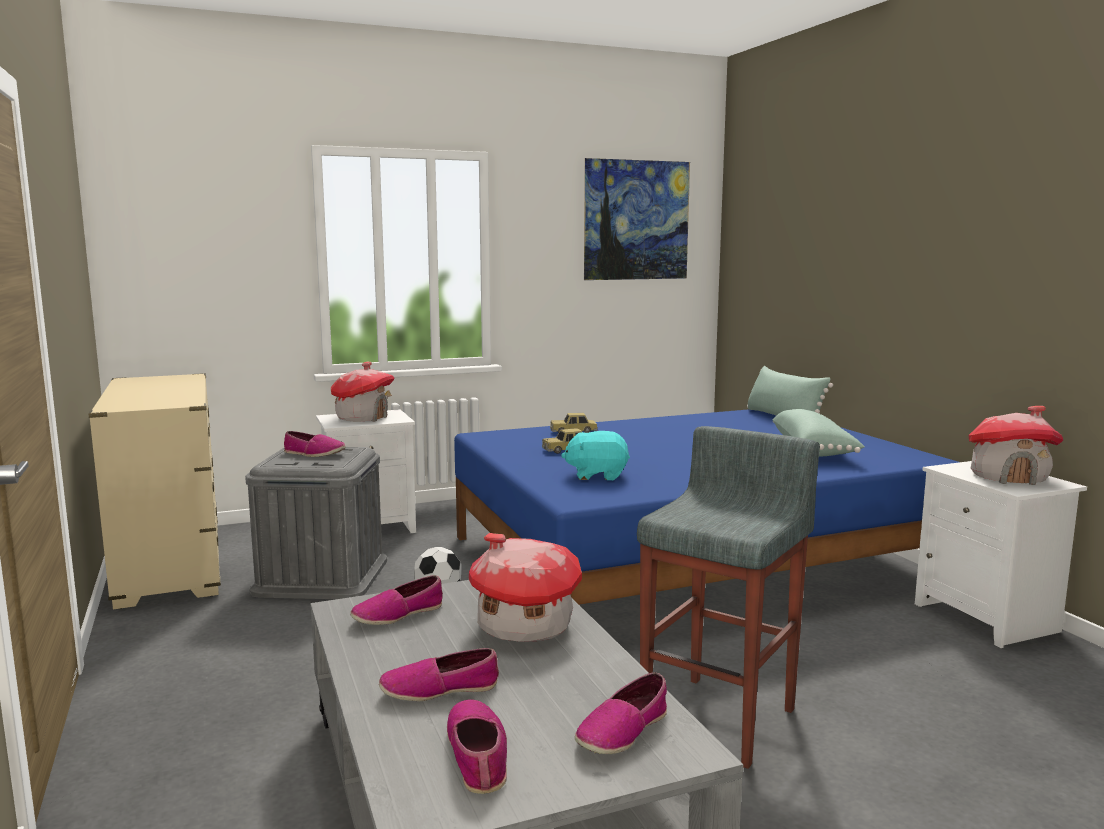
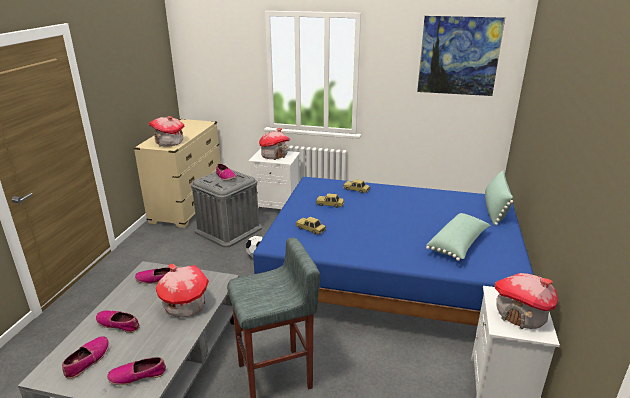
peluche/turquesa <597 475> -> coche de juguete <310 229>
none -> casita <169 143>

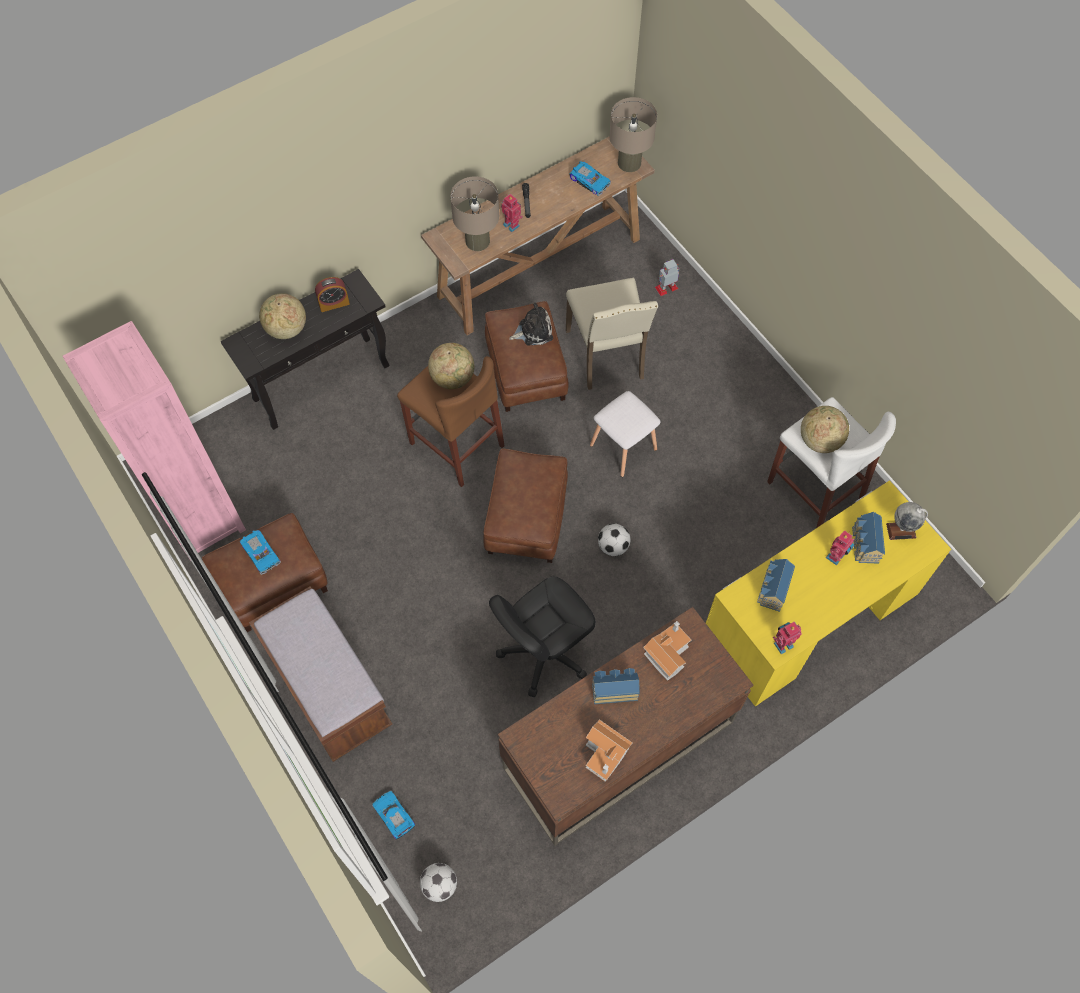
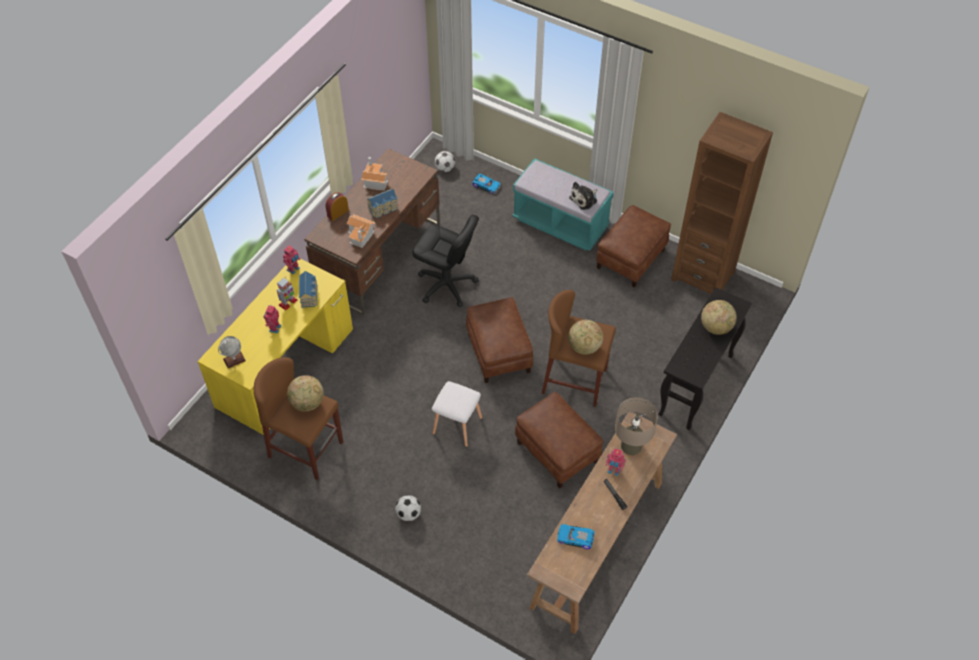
estantería/rosa <201 518> -> estantería/marrón <703 276>
coche de juguete <261 553> -> none
banco/marrón <328 688> -> banco/turquesa <560 224>
despertador <334 303> -> despertador <338 213>, shifted
silla de oficina/negro <544 652> -> silla de oficina/negro <446 285>, 90 degrees clockwise
peluche <533 331> -> peluche <584 199>, shifted
silla/beis <607 355> -> none
balón de fútbol <613 546> -> balón de fútbol <408 514>, shifted
lámpara de mesa/beis <629 163> -> none
robot de juguete <666 287> -> robot de juguete <288 302>, shifted
taburete/blanco <814 490> -> taburete/marrón <306 449>
casita <864 544> -> none

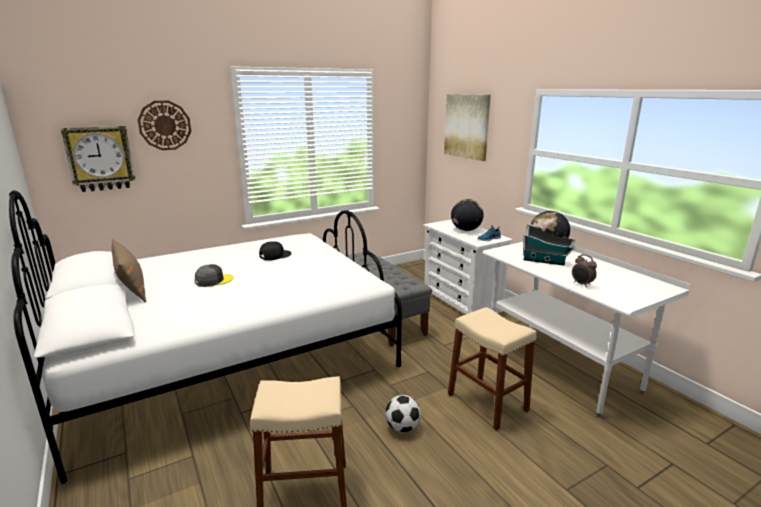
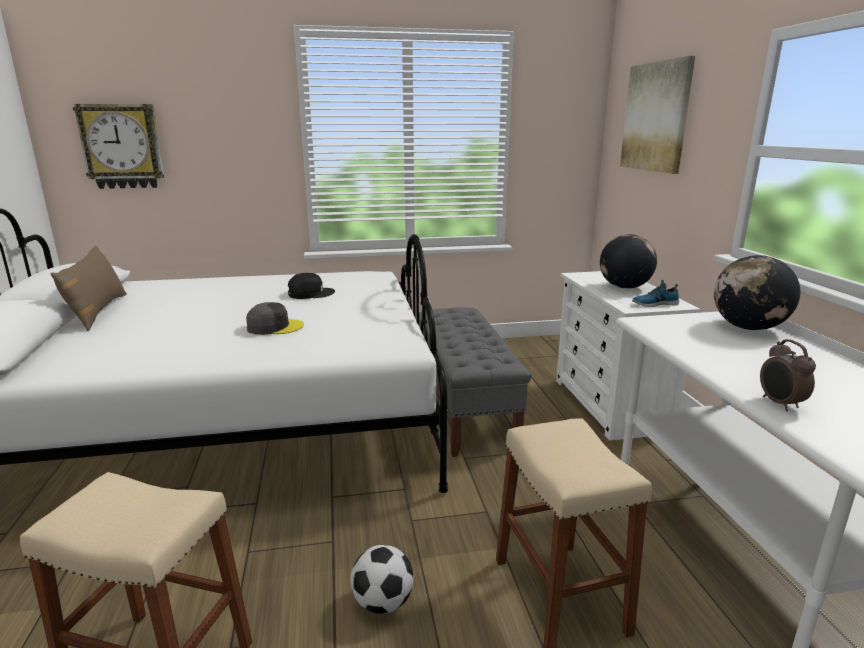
reloj de pared <165 125> -> none
gorra/gris <213 280> -> gorra/gris <274 327>, shifted
casita <545 261> -> none

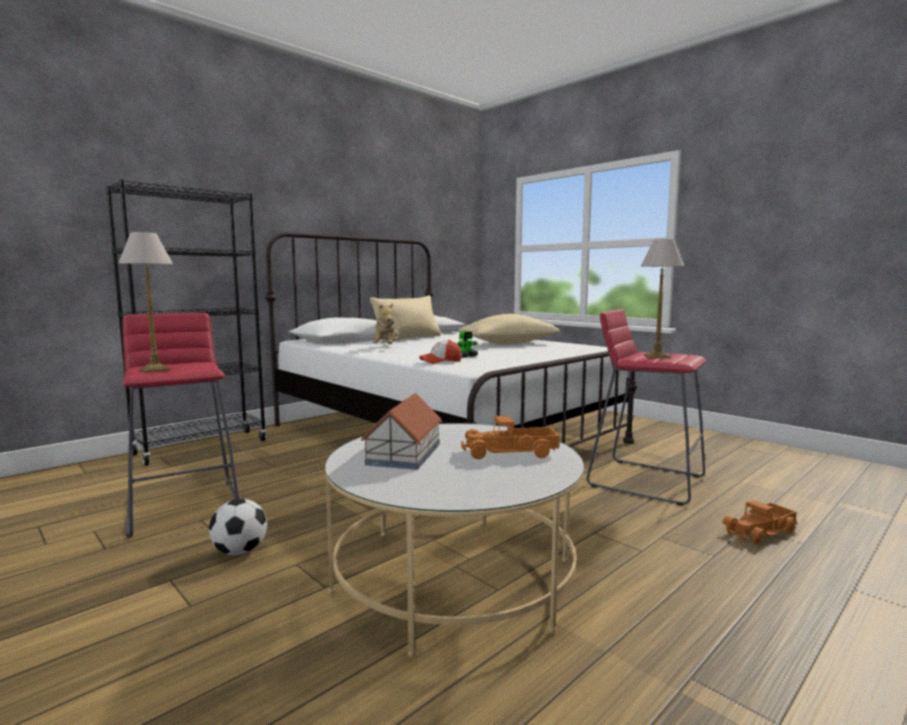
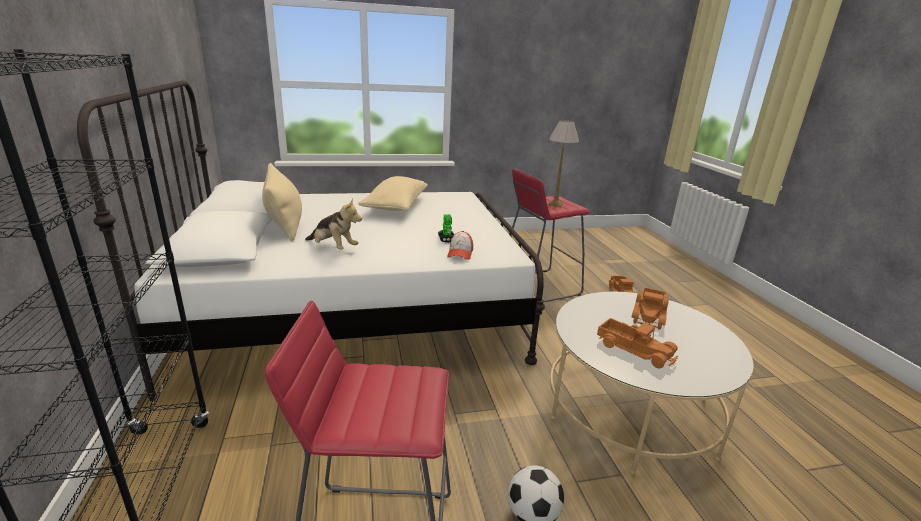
lámpara de mesa <155 369> -> none
casita <405 453> -> camión de juguete <635 349>

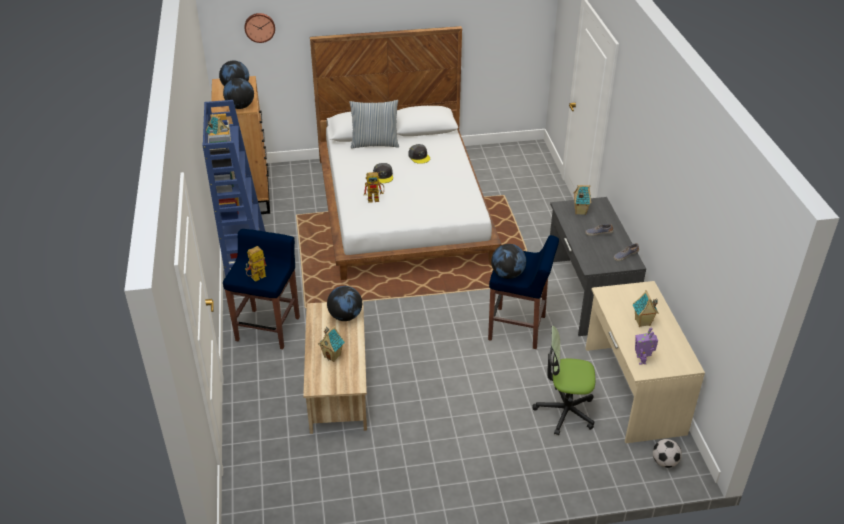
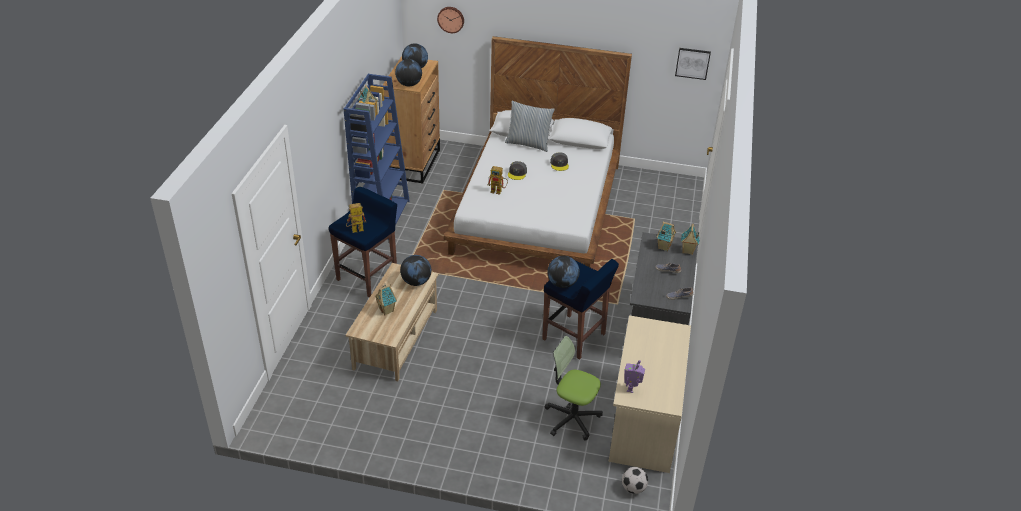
casita <642 323> -> casita <687 251>, shifted
none -> cuadro <692 63>

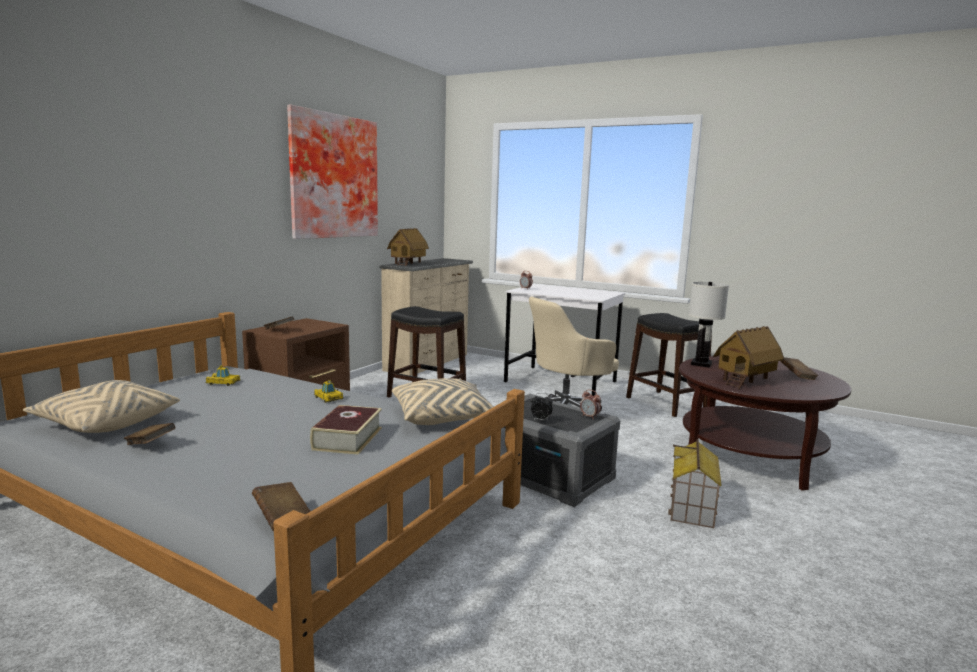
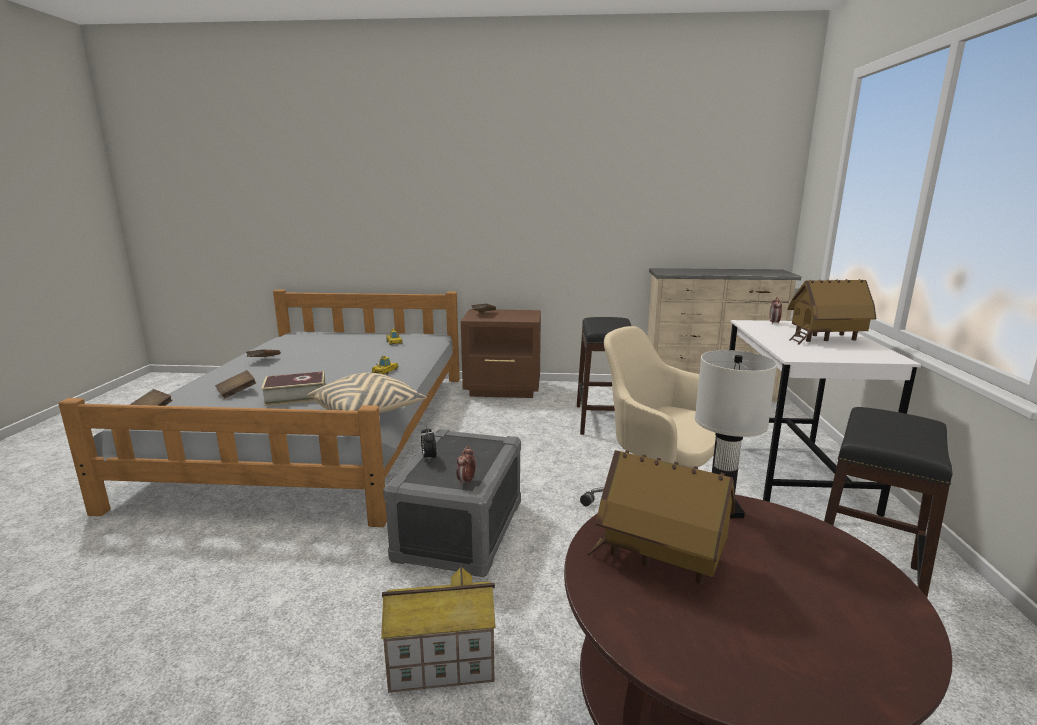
cojín/beis <105 423> -> none
cuadro <332 177> -> none
casita <408 264> -> casita <825 339>, shifted
libro/marrón <797 376> -> libro/marrón <237 392>, shifted

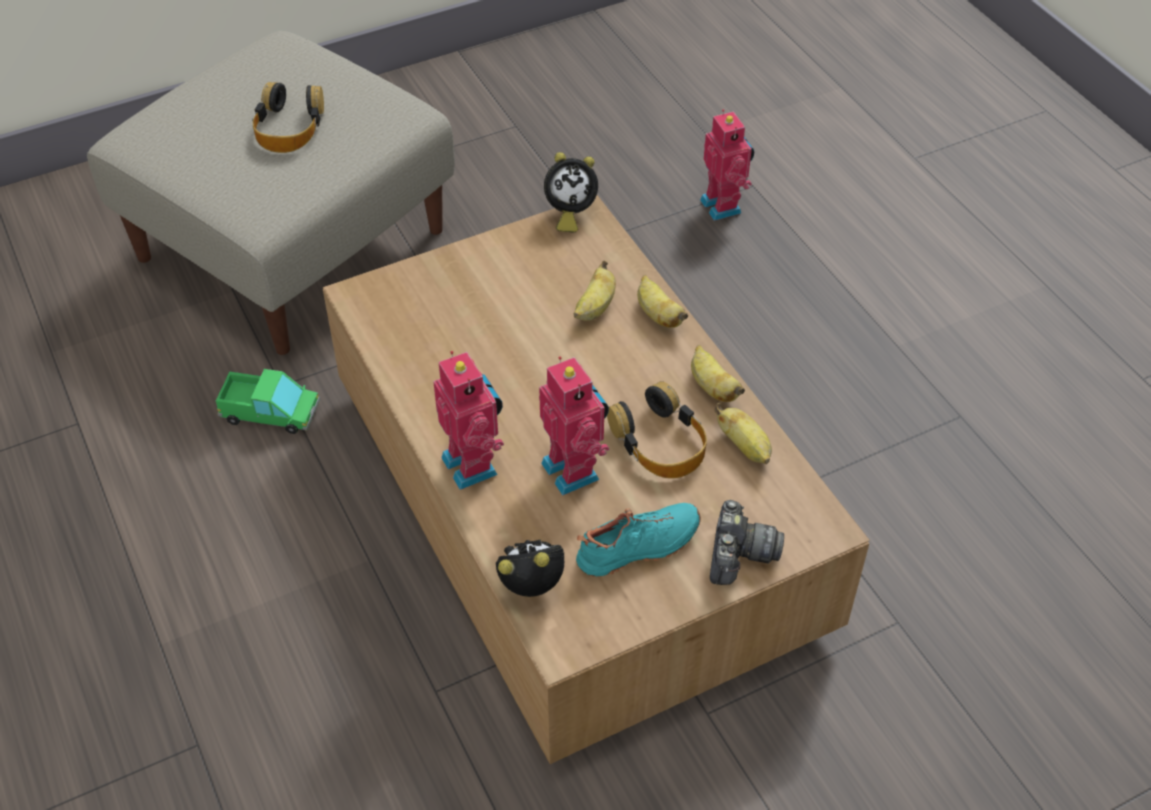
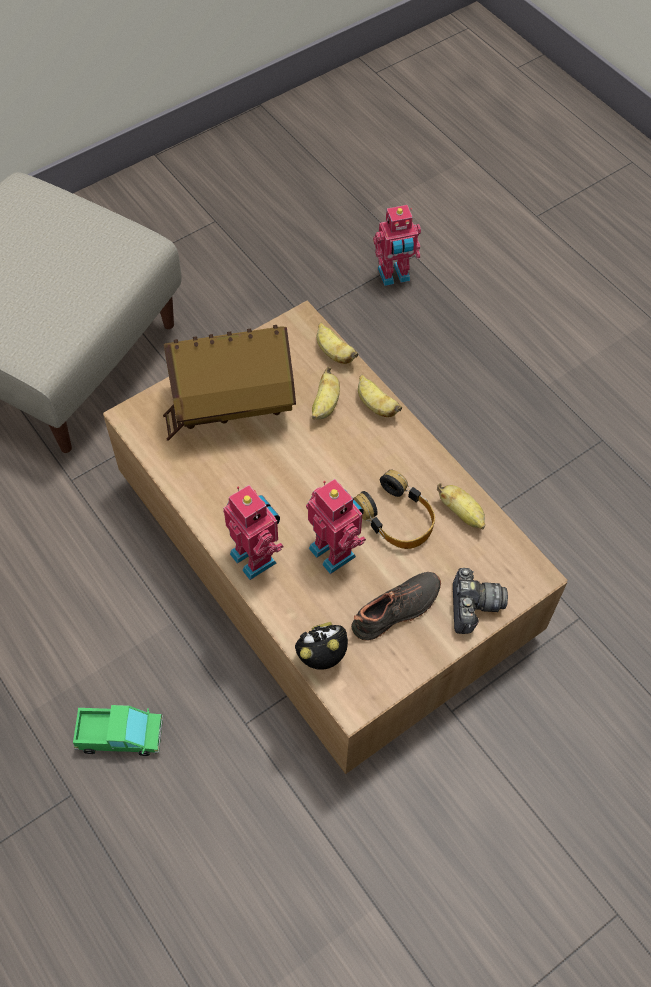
camión de juguete <270 412> -> camión de juguete <120 735>, shifted
auriculares <289 127> -> none
despertador <568 214> -> none
zapato/turquesa <639 548> -> zapato/negro <397 611>
plátano <712 387> -> plátano <334 353>, shifted
robot de juguete <723 205> -> robot de juguete <394 276>, 105 degrees clockwise
none -> casita <231 406>

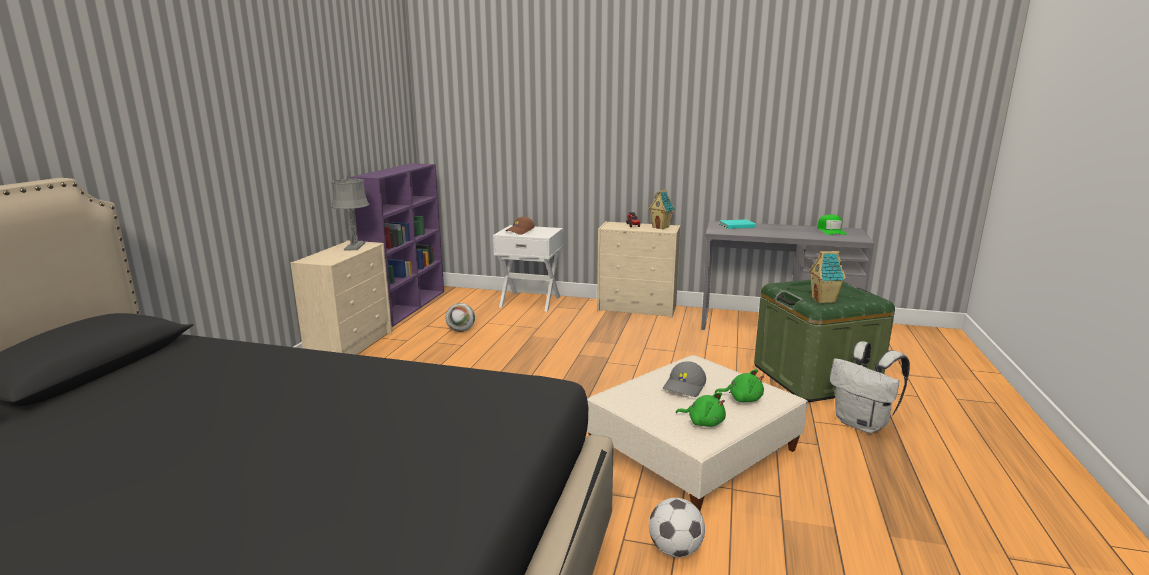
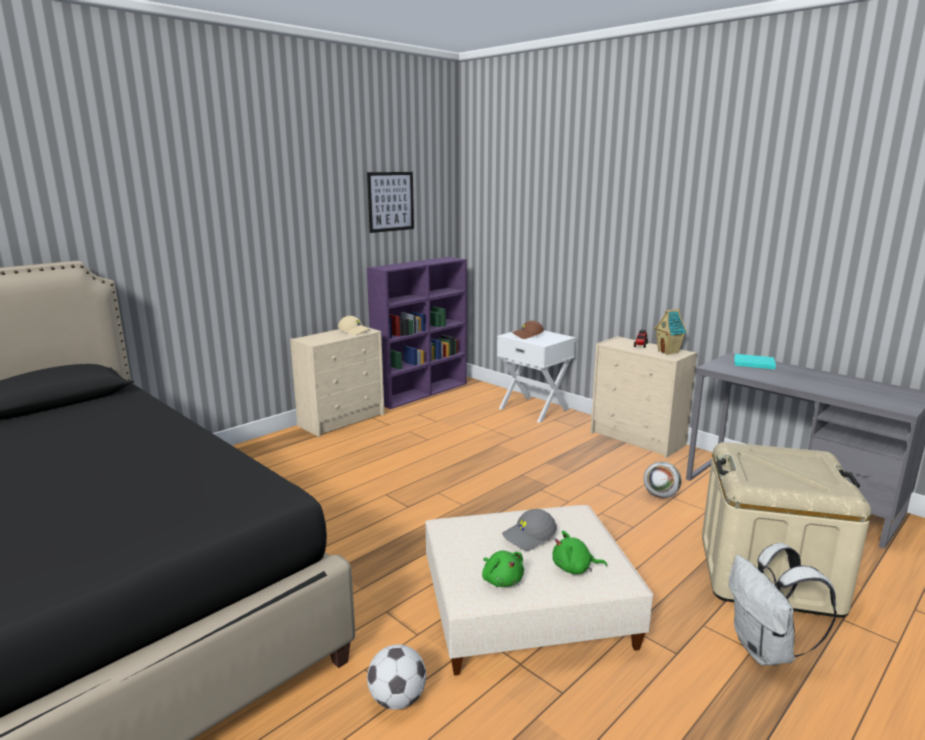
lámpara de mesa/gris <354 246> -> gorra/beis <354 331>
balón de fútbol <461 330> -> balón de fútbol <660 495>, shifted
peluche/verde <742 399> -> peluche/verde <574 568>, 135 degrees clockwise
caja de almacenaje/verde <814 377> -> caja de almacenaje/beis <768 574>
casita <824 300> -> none
gorra/verde <831 231> -> none
none -> cuadro <391 201>

